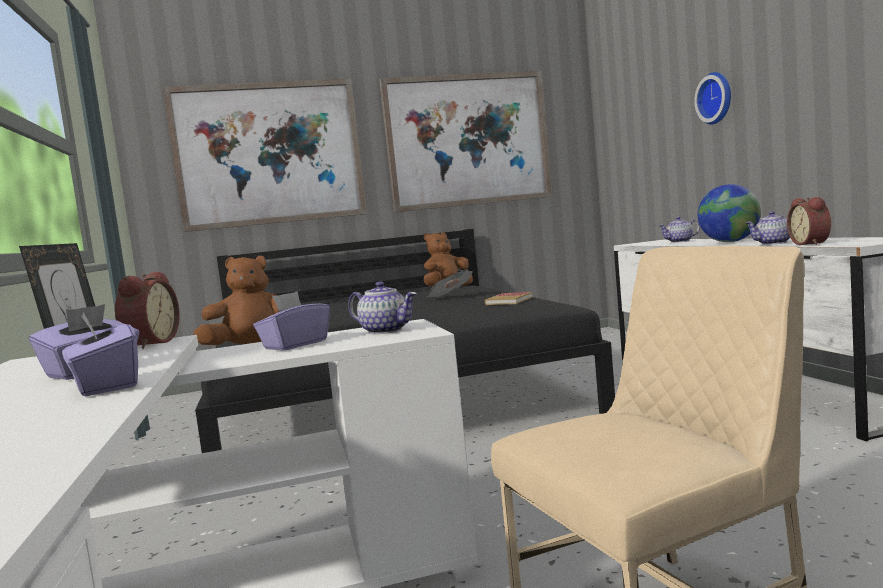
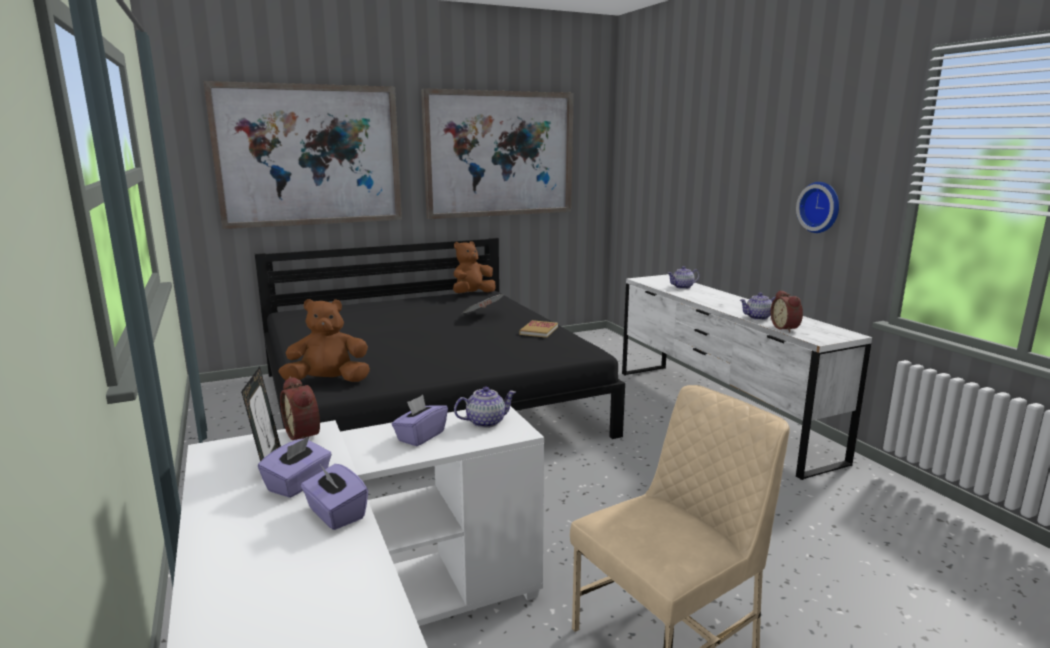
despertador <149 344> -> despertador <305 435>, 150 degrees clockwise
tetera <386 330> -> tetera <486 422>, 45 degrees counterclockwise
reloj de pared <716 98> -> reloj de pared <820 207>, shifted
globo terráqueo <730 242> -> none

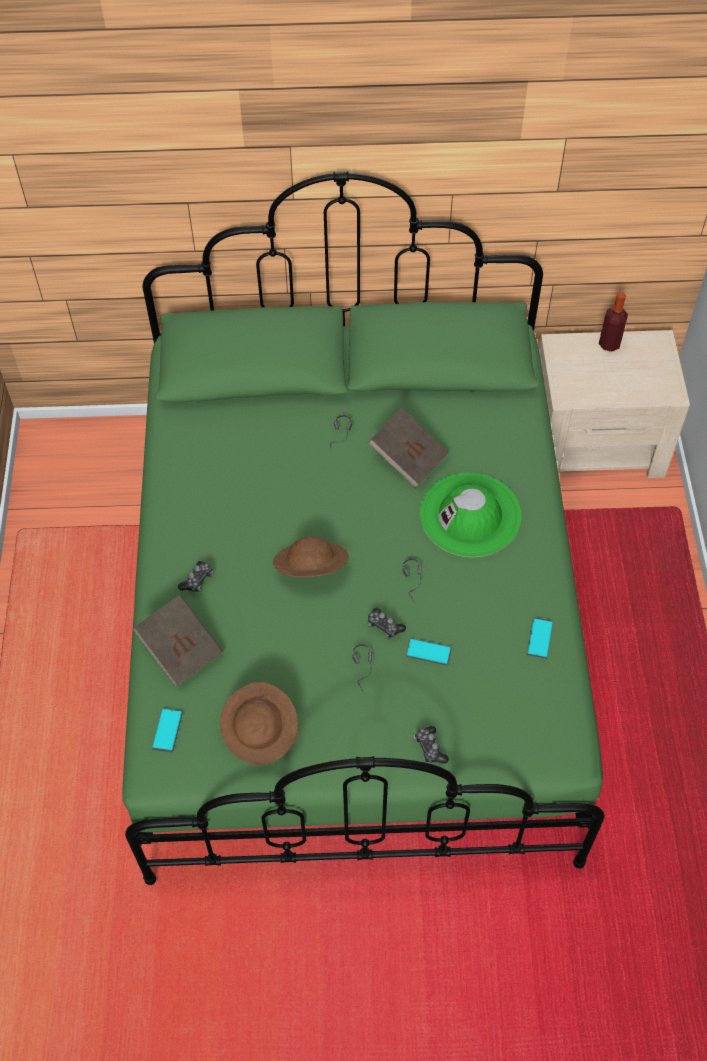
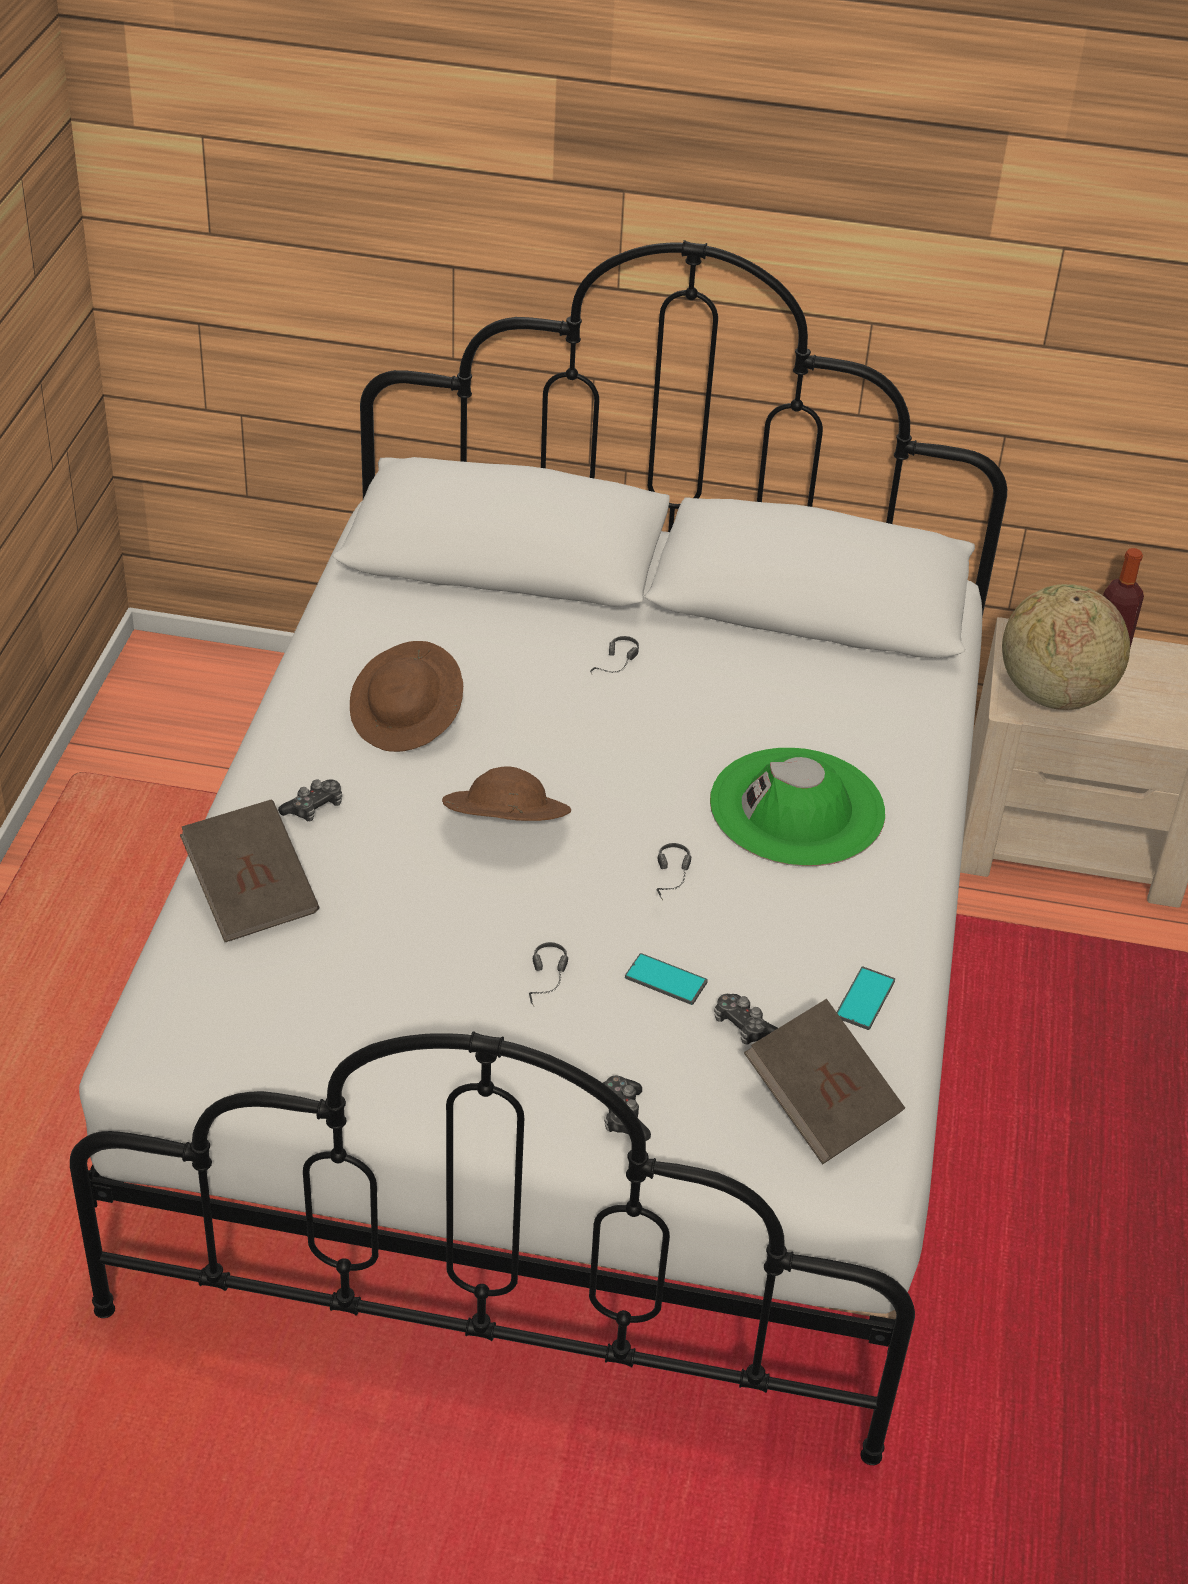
cama/verde <355 620> -> cama/blanco <583 1005>
móvil <167 730> -> none
sombrero/marrón <261 732> -> sombrero/marrón <407 720>, shifted
mando de consola <384 626> -> mando de consola <743 1026>, shifted
libro/marrón <408 458> -> libro/marrón <821 1103>, shifted
none -> globo terráqueo <1053 695>

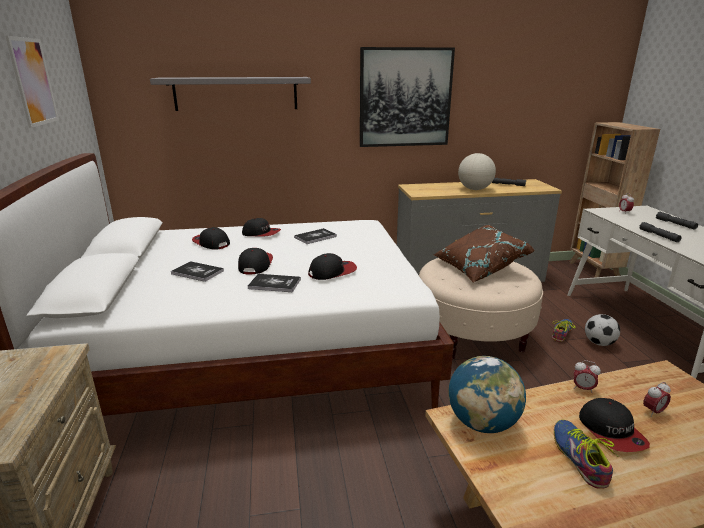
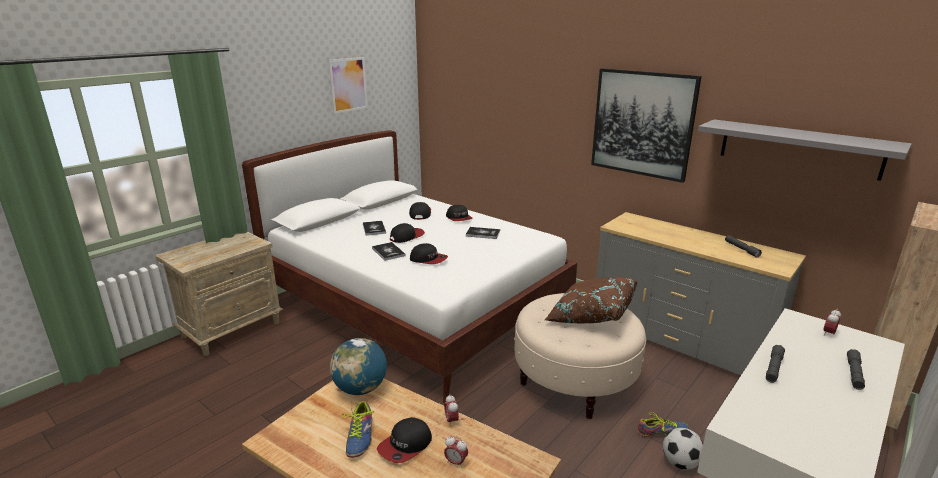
estante/gris <236 93> -> estante/gris <799 148>, shifted
globo terráqueo <474 189> -> none
zapato <578 457> -> zapato <360 436>, 135 degrees clockwise

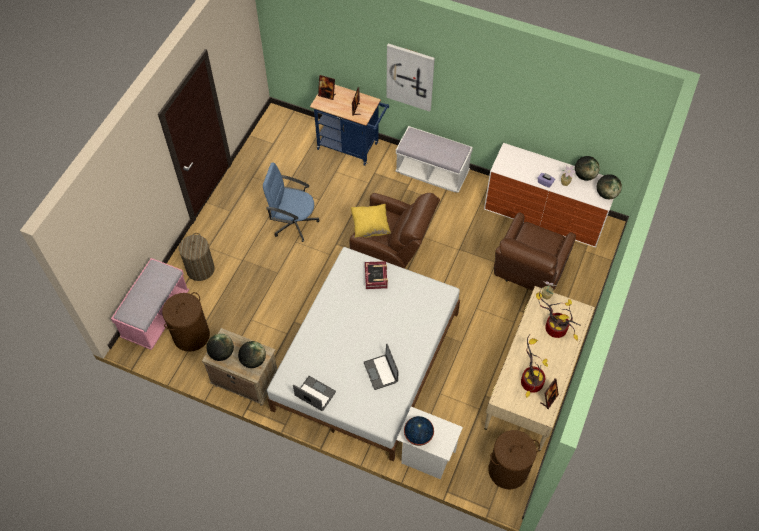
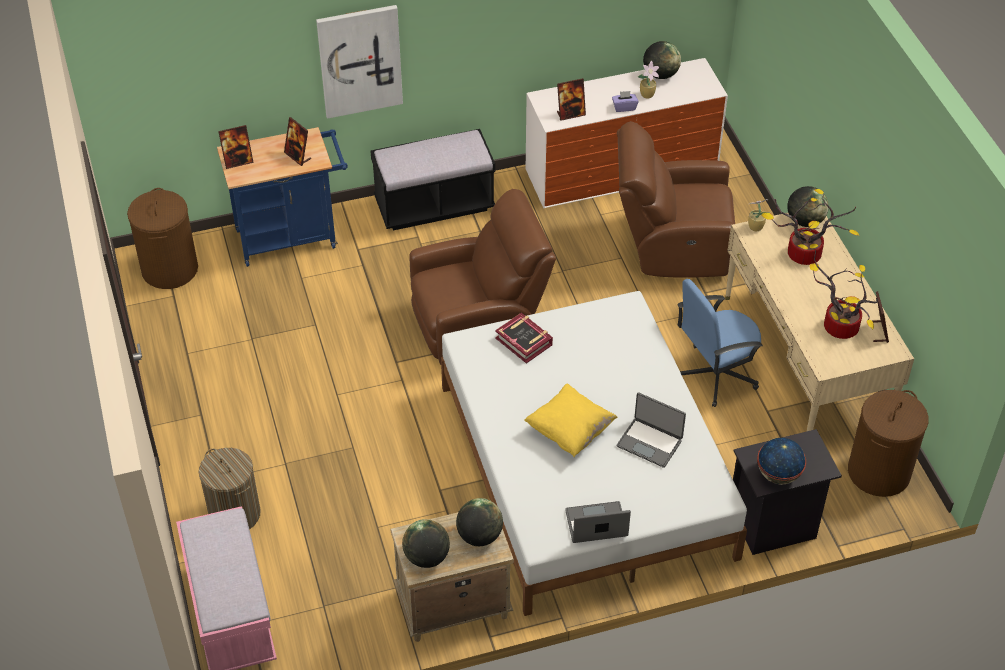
cesto de la ropa/marrón <191 335> -> cesto de la ropa/marrón <169 269>, shifted
silla de oficina/azul <293 222> -> silla de oficina/azul <715 374>, shifted
cojín/amarillo <370 226> -> cojín/amarillo <570 431>, shifted
banco/blanco <432 173> -> banco/negro <434 205>
mesita de noche/blanco <426 457> -> mesita de noche/negro <773 526>
sillón/marrón <527 273> -> sillón/marrón <671 246>, 105 degrees clockwise
globo terráqueo <606 194> -> globo terráqueo <805 221>, shifted
none -> portarretratos <570 114>

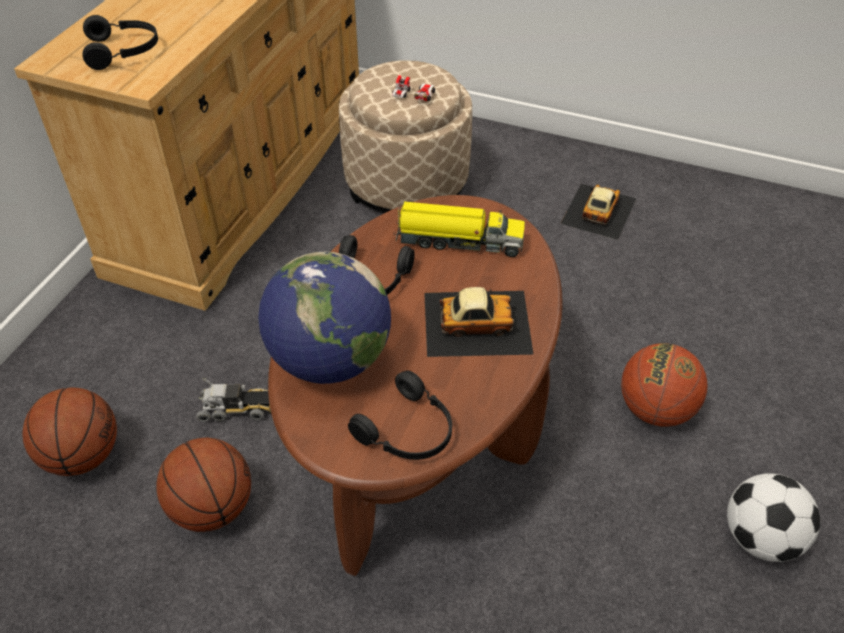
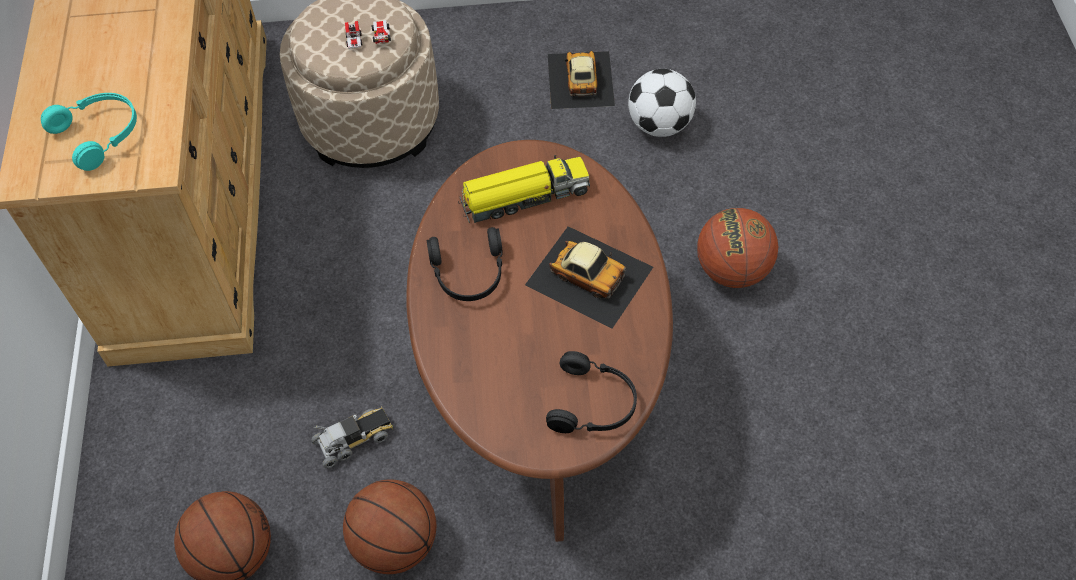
auriculares/negro <123 51> -> auriculares/turquesa <100 134>
globo terráqueo <330 360> -> none
coche de juguete <476 322> -> coche de juguete <589 275>, 60 degrees clockwise
balón de fútbol <760 538> -> balón de fútbol <660 124>, shifted

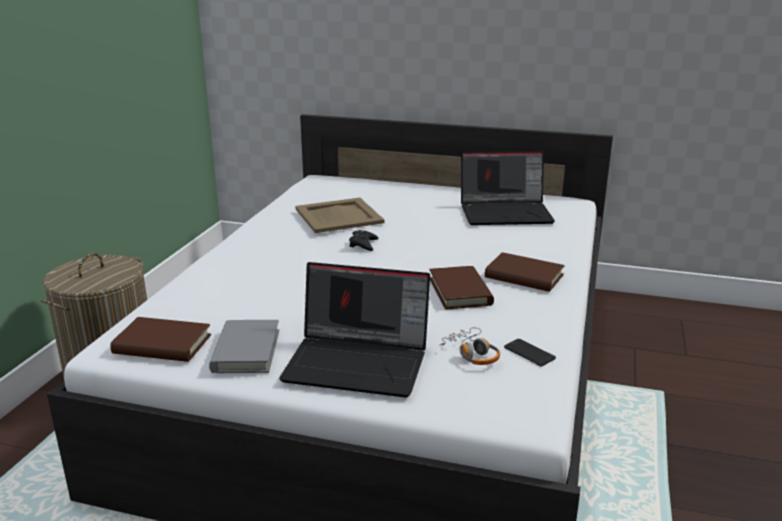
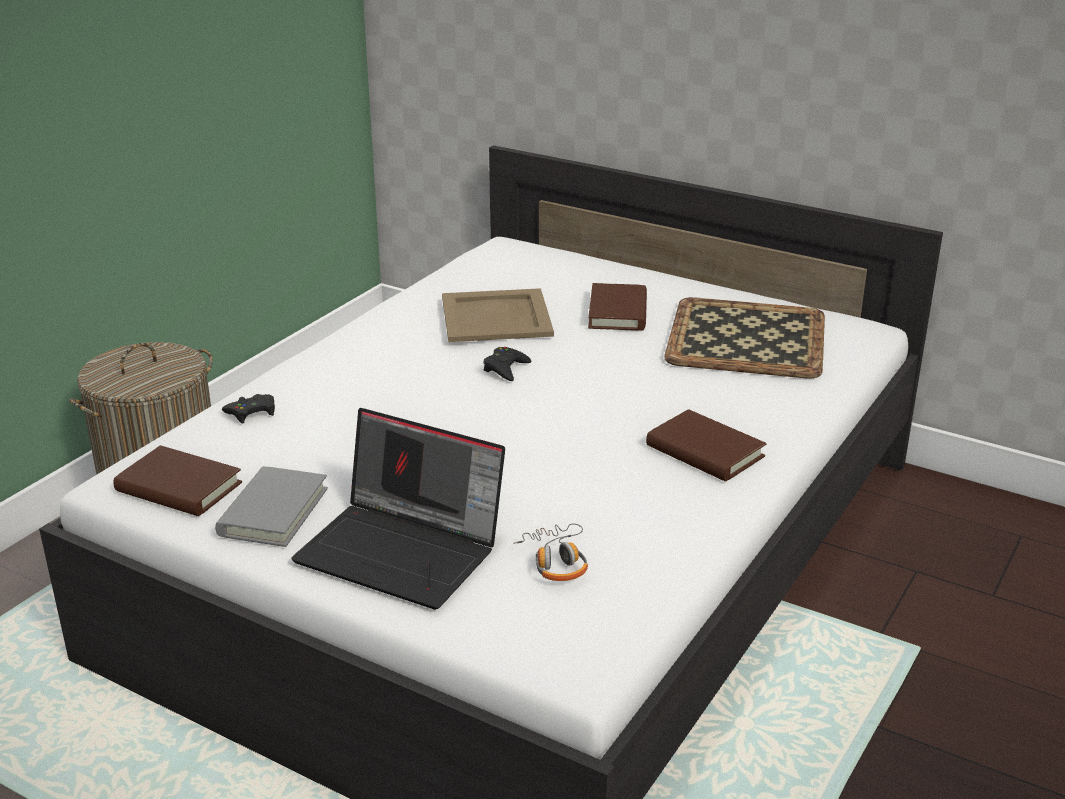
libro/marrón <460 291> -> libro/marrón <618 312>, shifted
portátil <506 212> -> bandeja <748 338>
móvil <529 353> -> none
none -> mando de consola/negro <252 413>

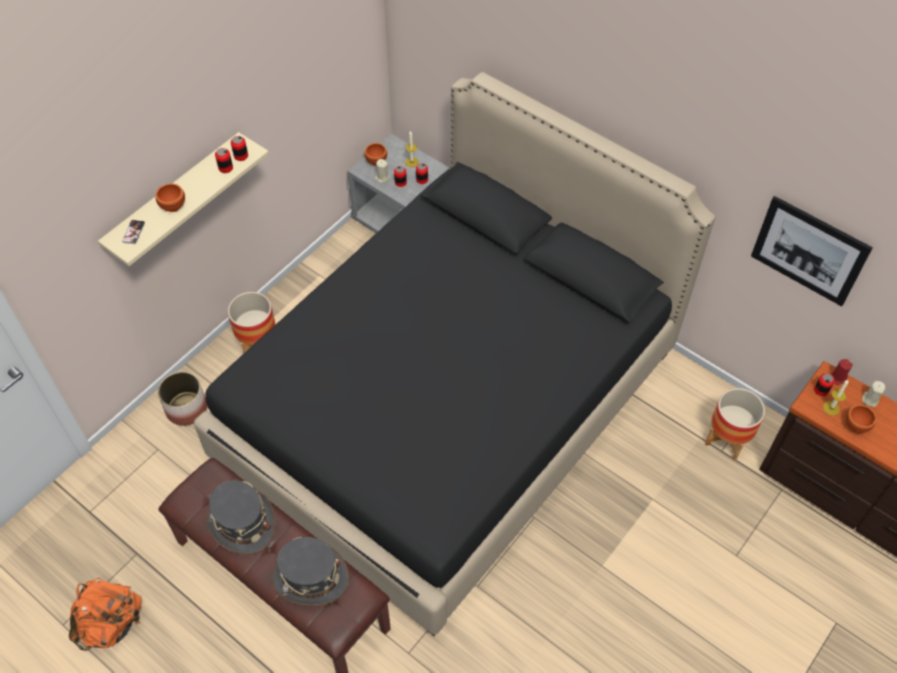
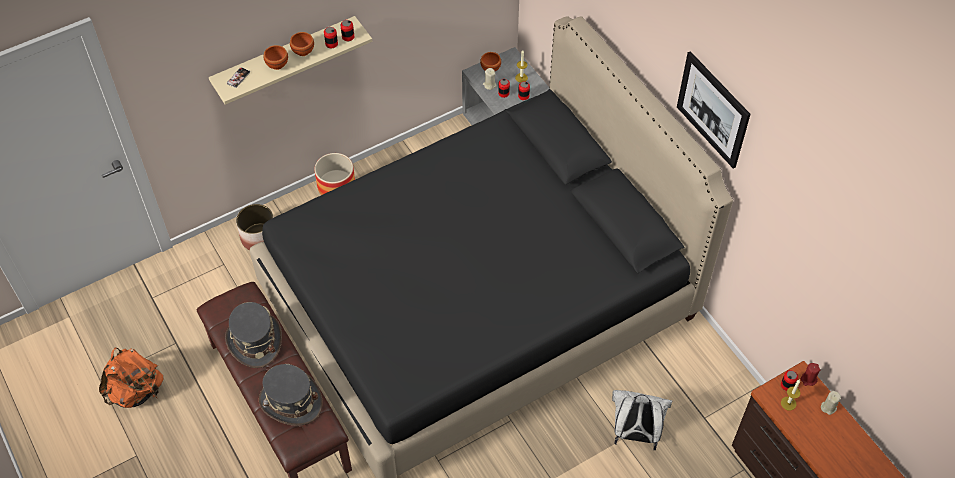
maceta <726 440> -> none
cuadro <809 251> -> cuadro <713 109>, shifted
cuenco/marrón <857 425> -> cuenco/marrón <304 51>, shifted
none -> mochila/blanco <635 434>

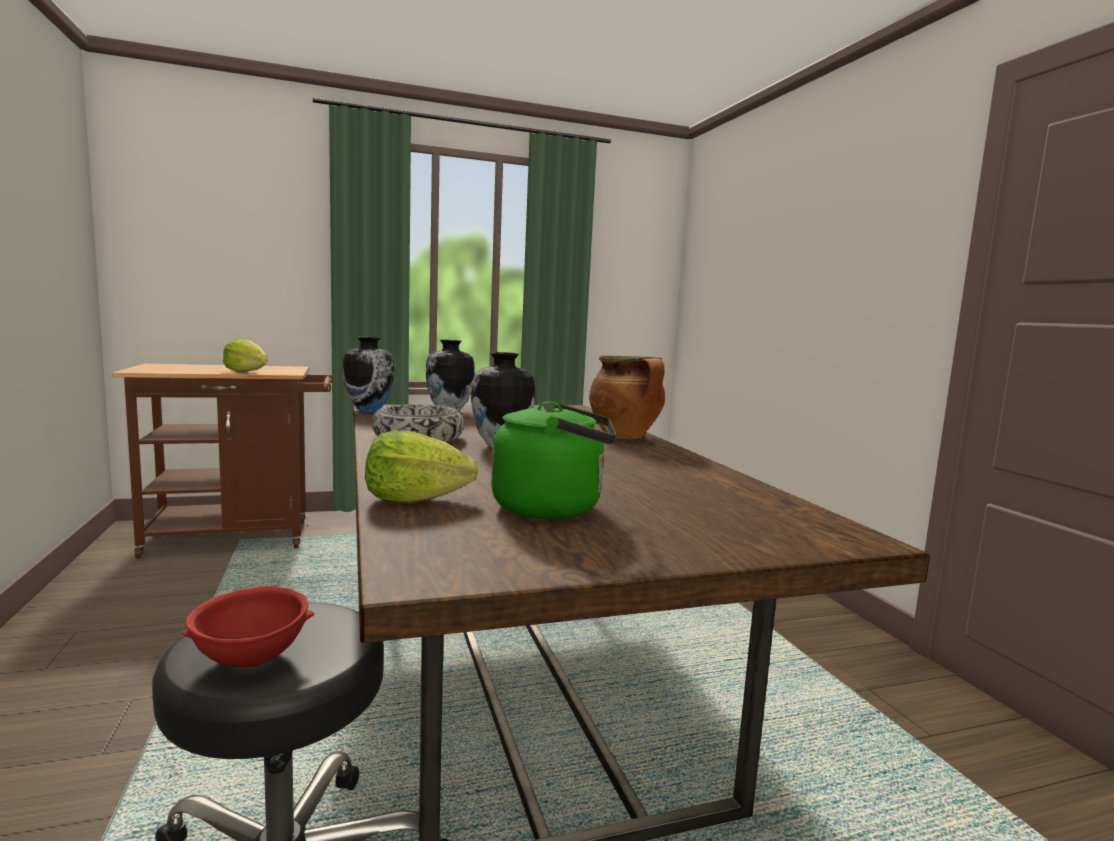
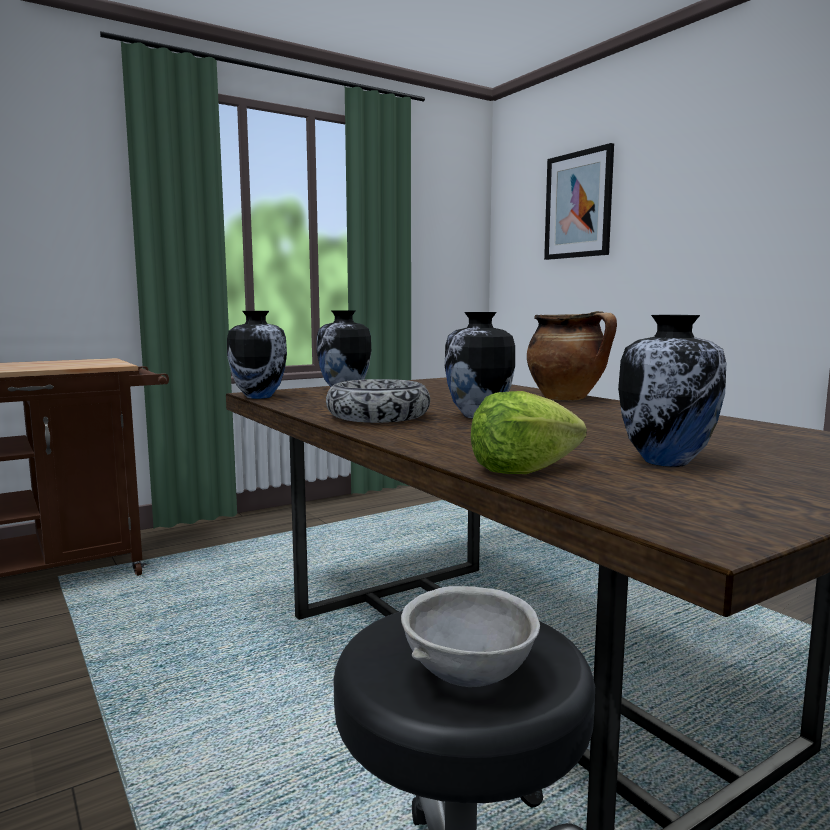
cuenco/rojo <251 660> -> cuenco/gris <471 678>
lechuga <246 372> -> none
hervidor/verde <554 508> -> florero <667 462>
none -> cuadro <578 205>

